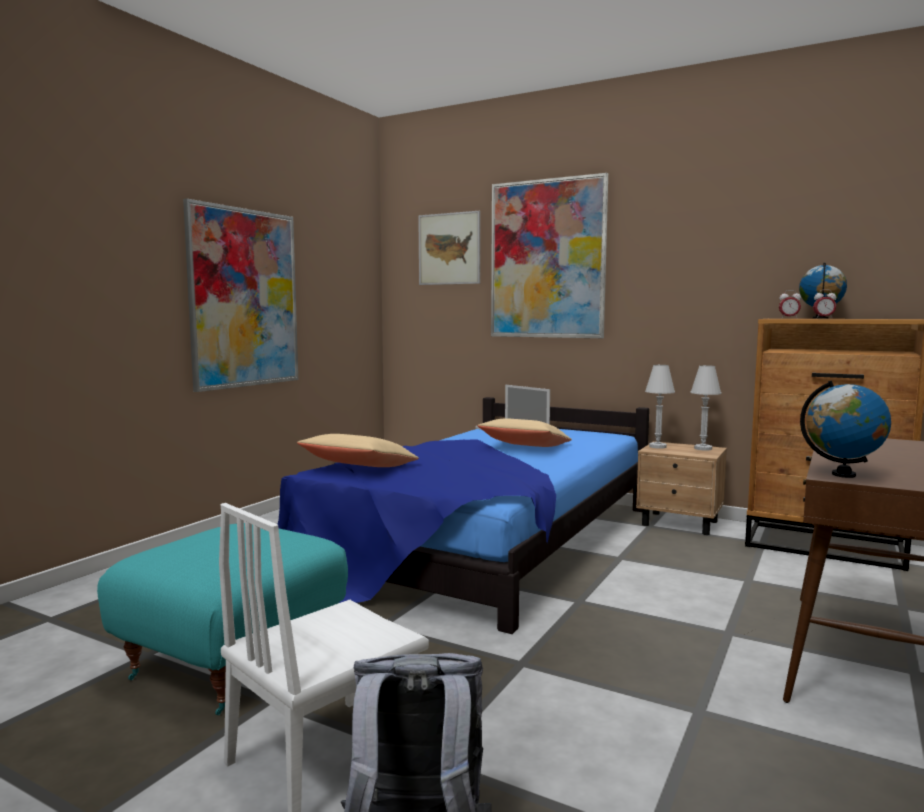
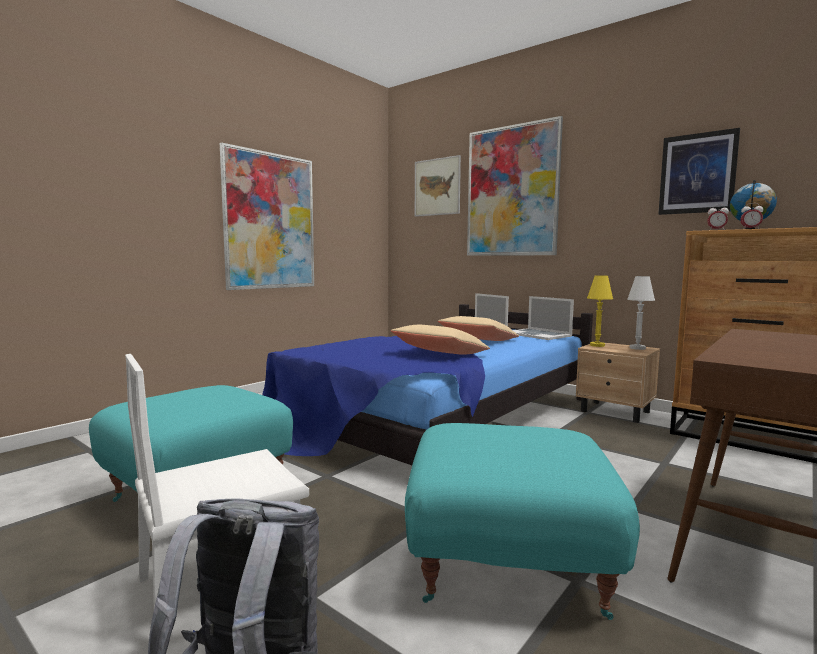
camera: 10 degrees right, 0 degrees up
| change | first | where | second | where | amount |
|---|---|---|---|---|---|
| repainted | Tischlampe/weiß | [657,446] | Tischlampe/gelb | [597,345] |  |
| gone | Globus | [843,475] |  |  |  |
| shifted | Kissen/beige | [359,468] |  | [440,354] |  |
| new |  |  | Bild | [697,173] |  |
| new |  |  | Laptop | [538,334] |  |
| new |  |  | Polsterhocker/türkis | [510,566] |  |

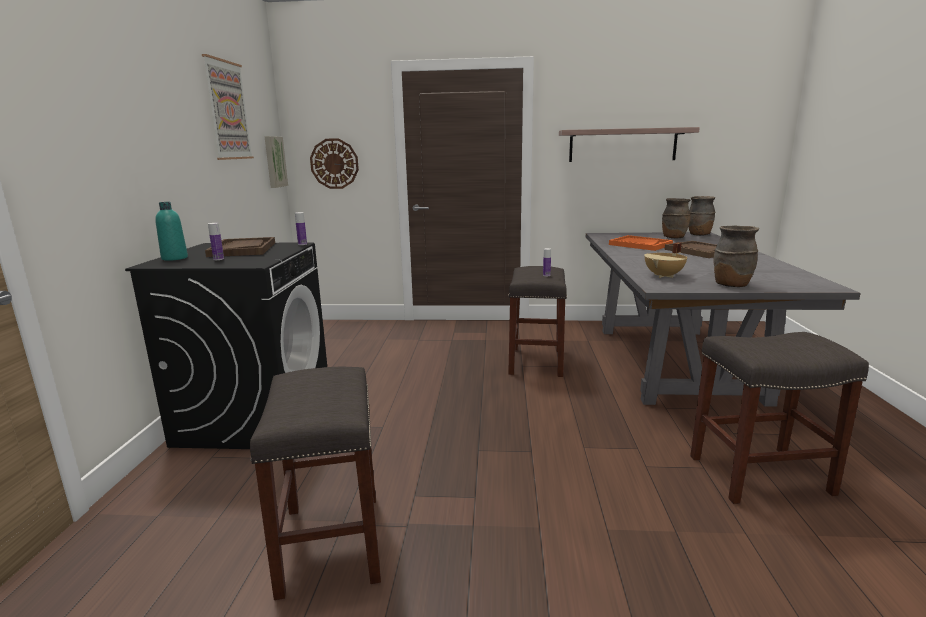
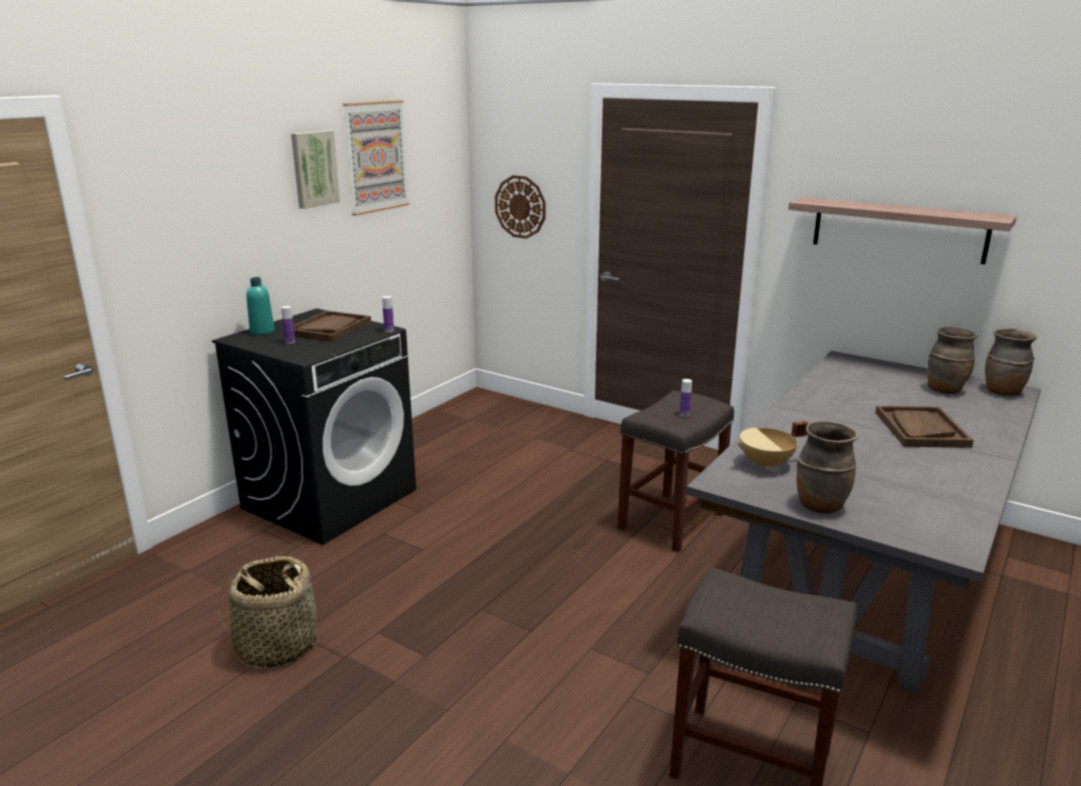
camera: 30 degrees right, 5 degrees up
| change | first | where | second | where | amount |
|---|---|---|---|---|---|
| shifted | Bild | [274,162] |  | [314,169] |  |
| gone | Tablett/orange | [640,245] |  |  |  |
| swapped | Hocker/grau | [330,542] | Korb | [276,645] |  |

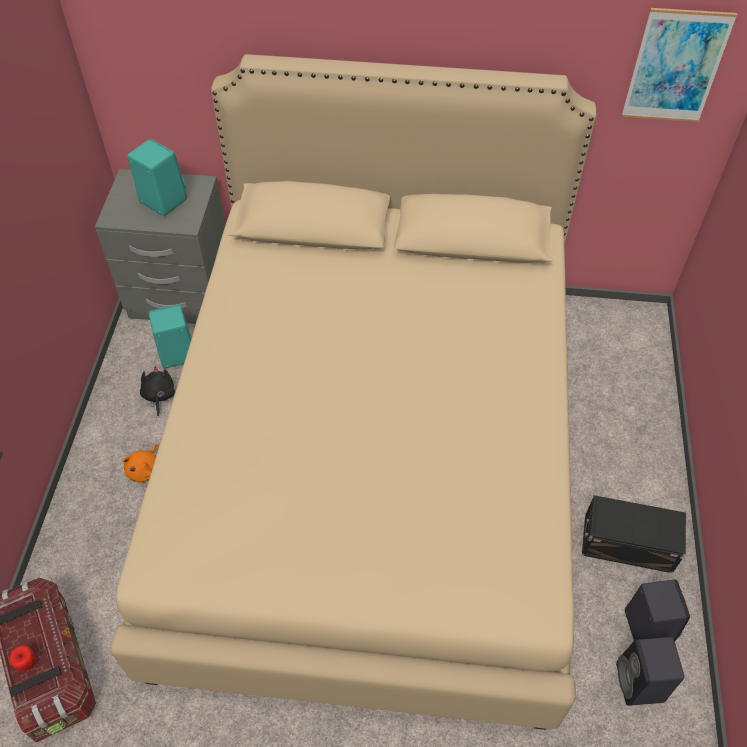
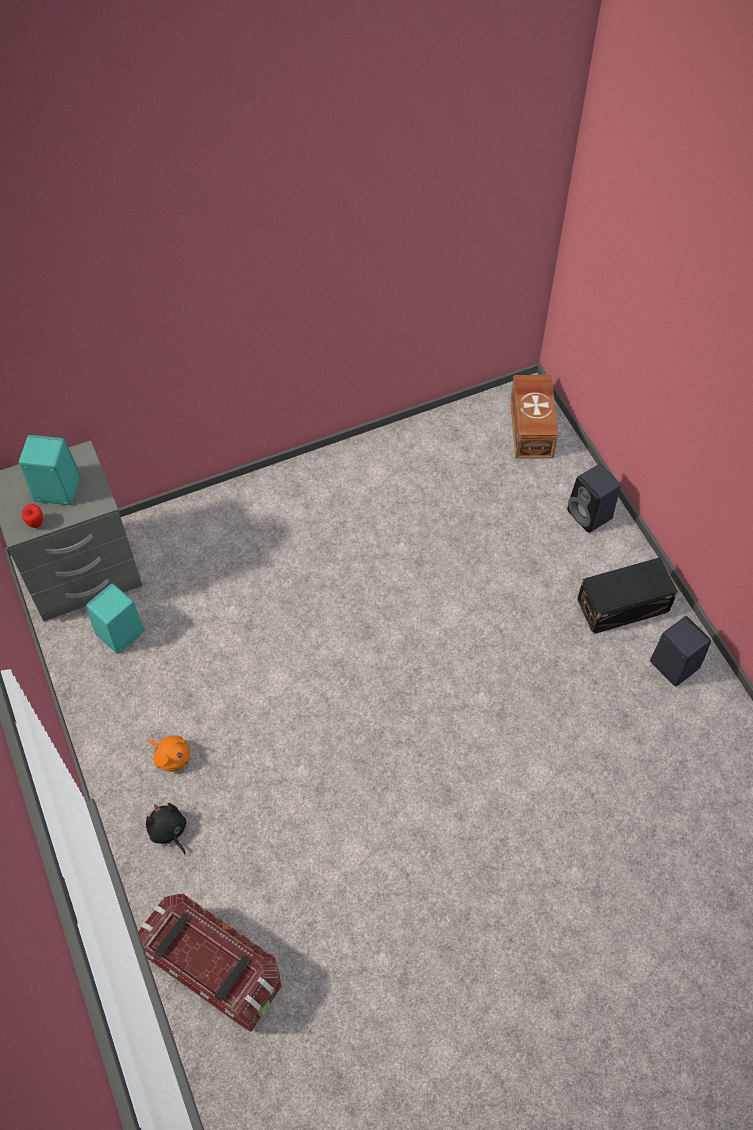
camera: 30 degrees left, 5 degrees up
| change | first | where | second | where | amount |
|---|---|---|---|---|---|
| gone | Bild | [675,66] |  |  |  |
| gone | Bett/beige | [373,464] |  |  |  |
| shifted | Plüschtier/schwarz | [159,396] |  | [168,831] |  |
| rotated | Plüschtier/orange | [146,469] |  | [171,756] | 45 degrees counterclockwise |
| shifted | Lautsprecher/schwarz | [640,684] |  | [590,515] |  |
| shifted | Apfel | [28,663] |  | [36,523] |  |
| new |  |  | Aufbewahrungsbox/braun | [532,427] |  |

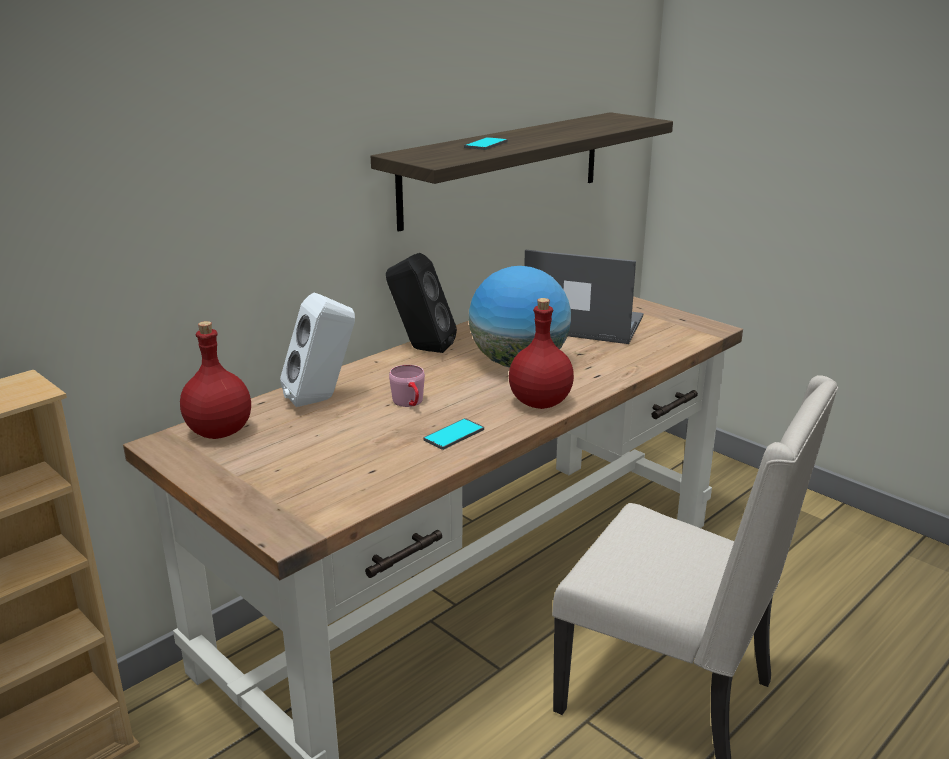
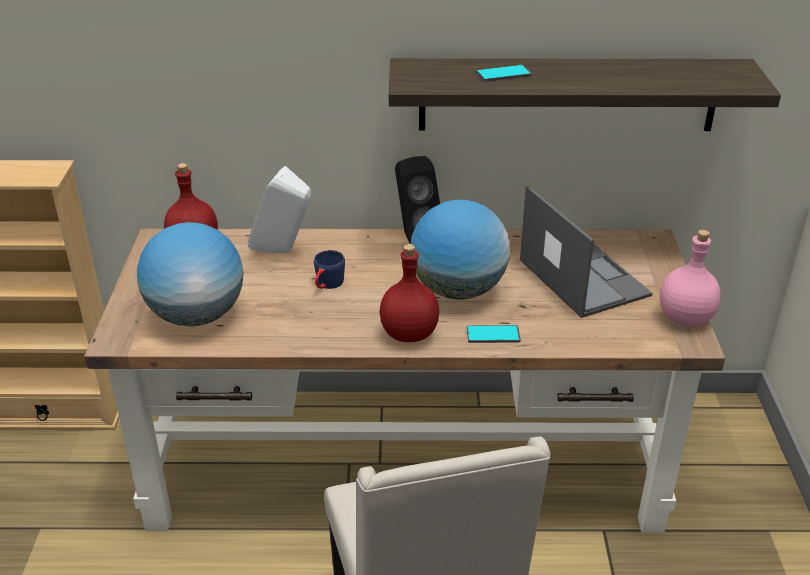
camera: 45 degrees right, 10 degrees up
| change | first | where | second | where | amount |
|---|---|---|---|---|---|
| repainted | Henkelbecher/rosa | [410,403] | Henkelbecher/blau | [327,285] |  |
| shifted | Handy | [454,434] |  | [493,334] |  |
| new |  |  | Globus | [197,316] |  |
| new |  |  | Flasche/rosa | [686,318] |  |

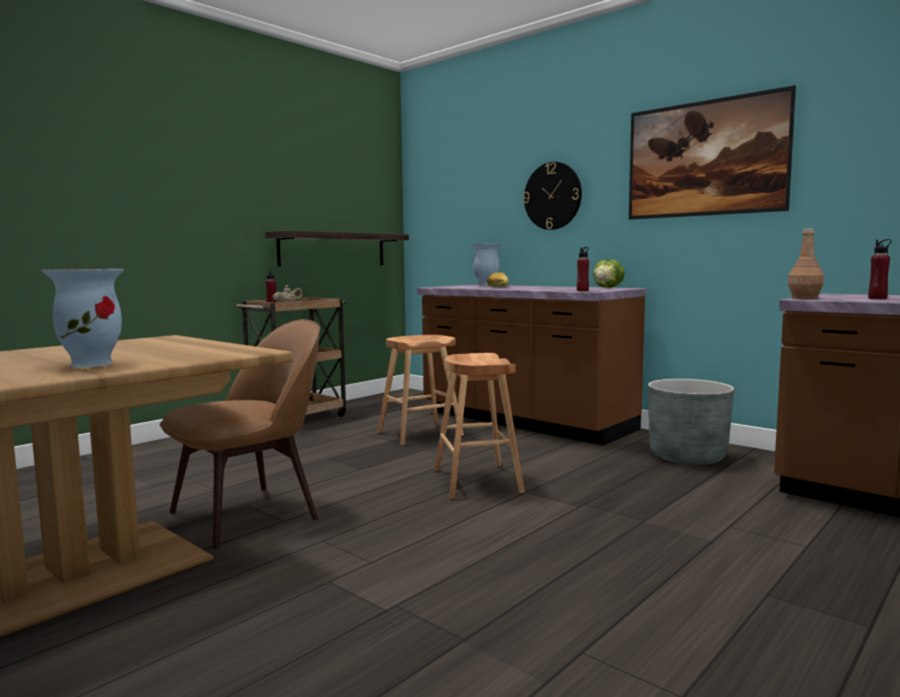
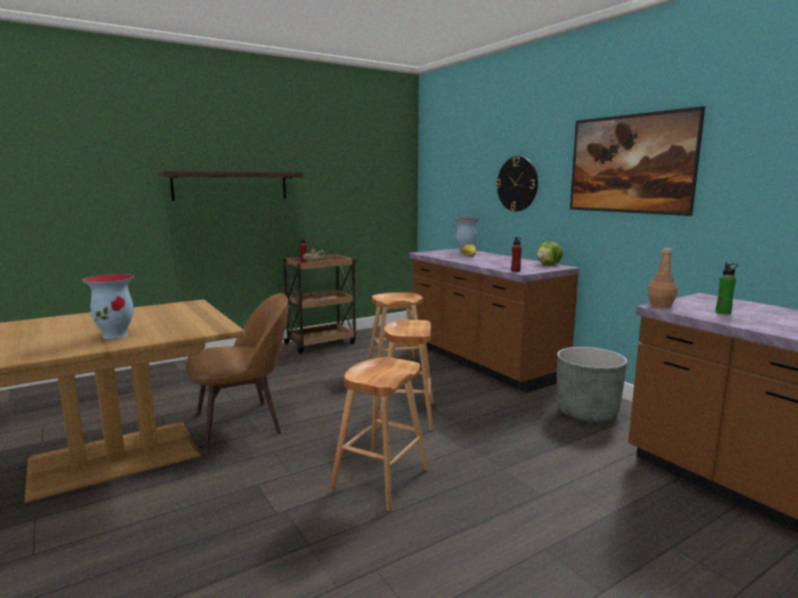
camera: 15 degrees right, 5 degrees up
| change | first | where | second | where | amount |
|---|---|---|---|---|---|
| shifted | Wandregal | [333,249] |  | [231,186] |  |
| repainted | Flasche/rot | [877,298] | Flasche/grün | [723,312] |  |
| new |  |  | Hocker/braun | [380,480] |  |

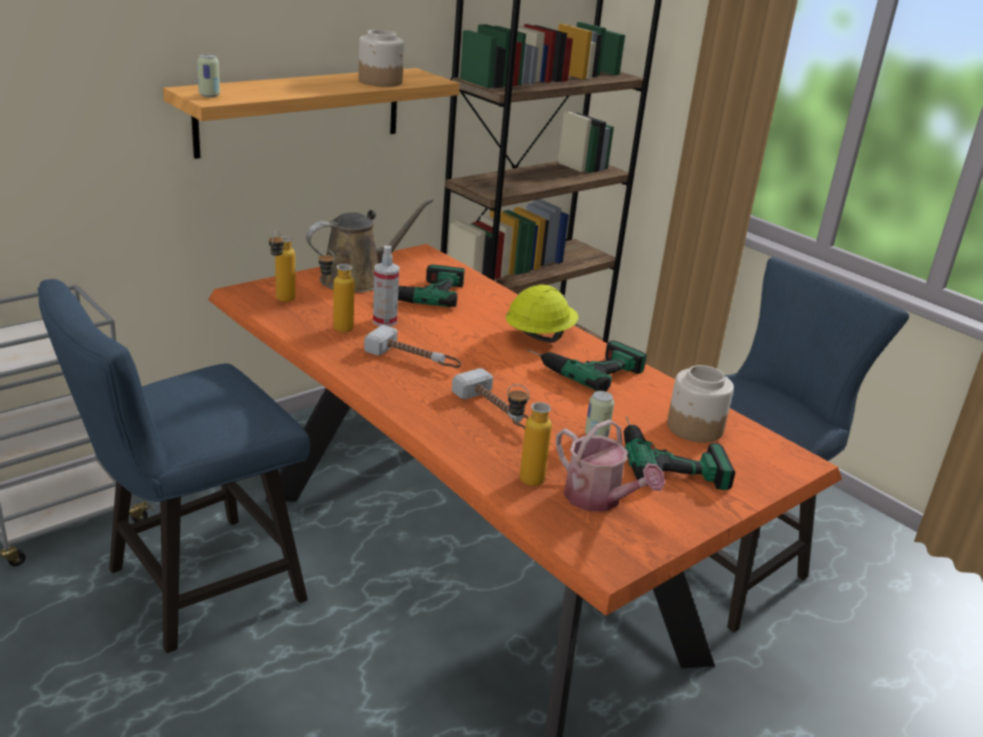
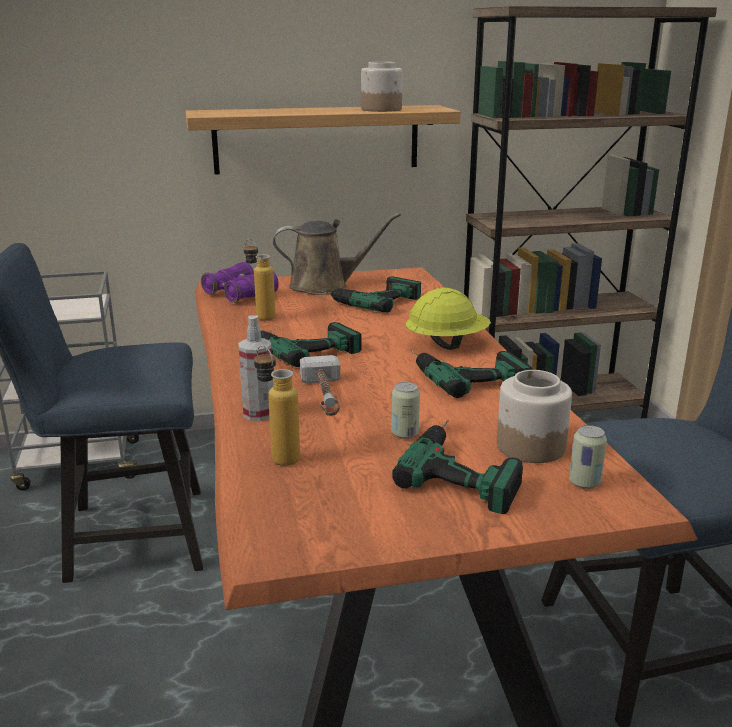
camera: 30 degrees right, 5 degrees down
| change | first | where | second | where | amount |
|---|---|---|---|---|---|
| shifted | Dose | [209,95] |  | [584,482] |  |
| swapped | Flasche | [282,301] | Fernglas/lila | [240,294] |  |
| shifted | Sprühflasche | [385,321] |  | [258,413] |  |
| swapped | Hammer | [414,359] | Bohrmaschine | [300,346] |  |
| gone | Gießkanne | [599,499] |  |  |  |

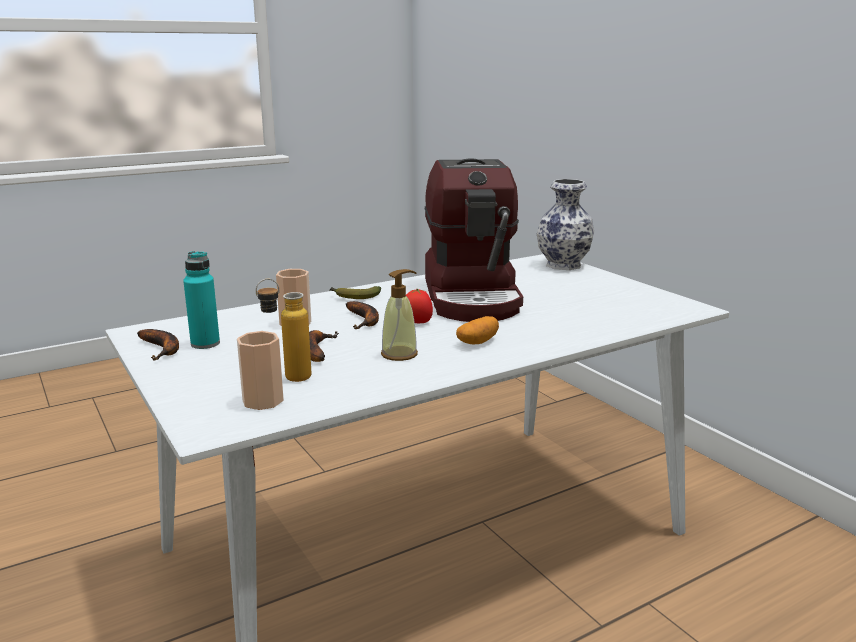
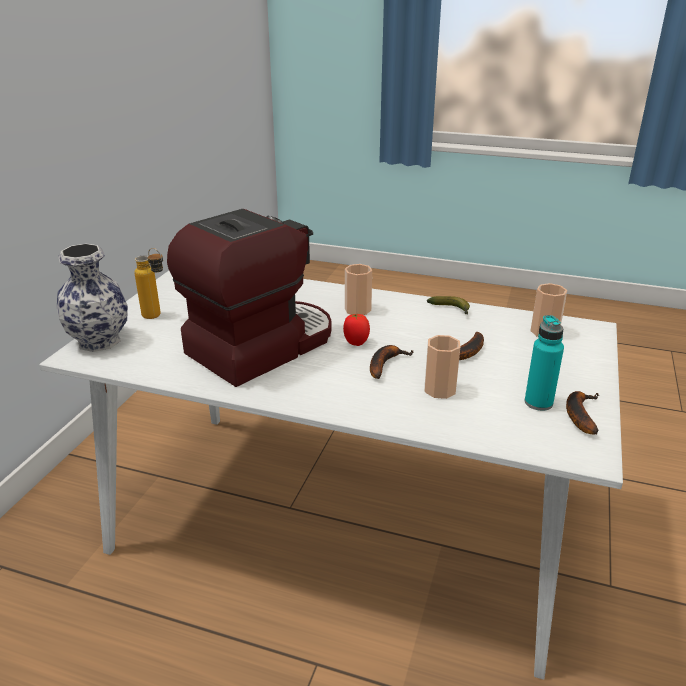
camera: 130 degrees left, 10 degrees up
| change | first | where | second | where | amount |
|---|---|---|---|---|---|
| gone | Seifenspender | [399,354] |  |  |  |
| shifted | Flasche | [287,379] |  | [157,317] |  |
| shifted | Banane | [354,297] |  | [451,310] |  |
| swapped | Kartoffel | [478,342] | Tasse | [357,310] |  |

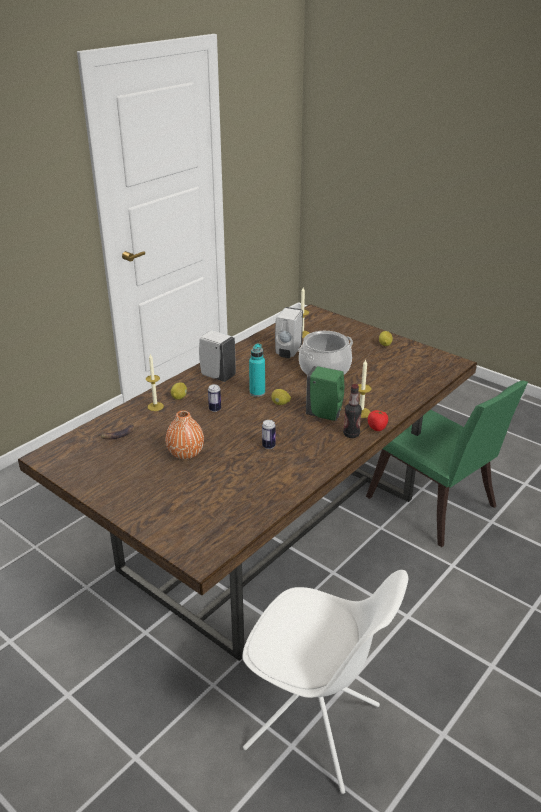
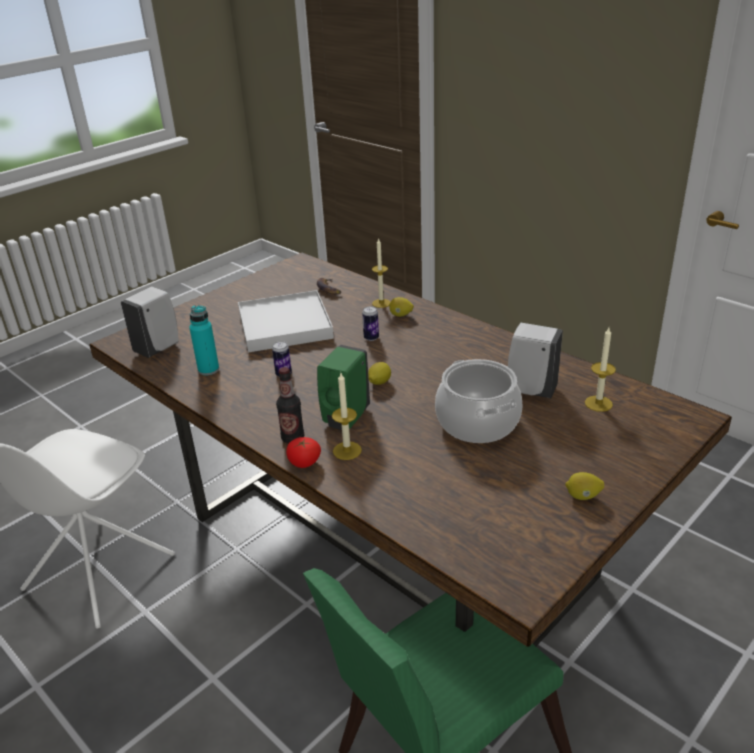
camera: 95 degrees right, 0 degrees up
| change | first | where | second | where | amount |
|---|---|---|---|---|---|
| shifted | Seifenspender/weiß | [217,376] |  | [158,348] |  |
| shifted | Flasche/türkis | [257,392] |  | [208,370] |  |
| swapped | Vase/orange | [186,453] | Tablett/weiß | [284,325] |  |

